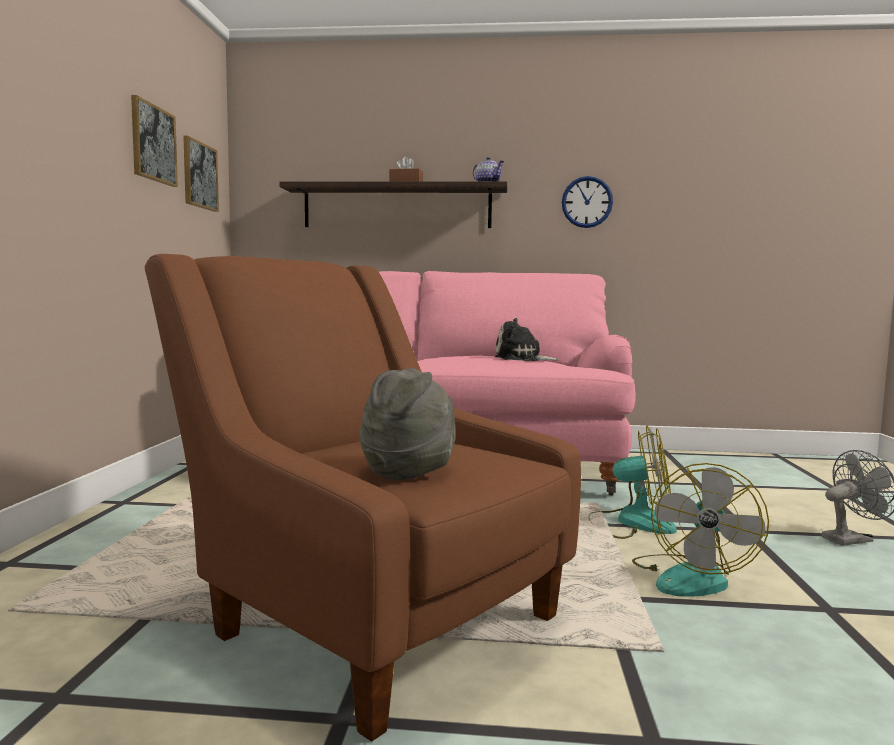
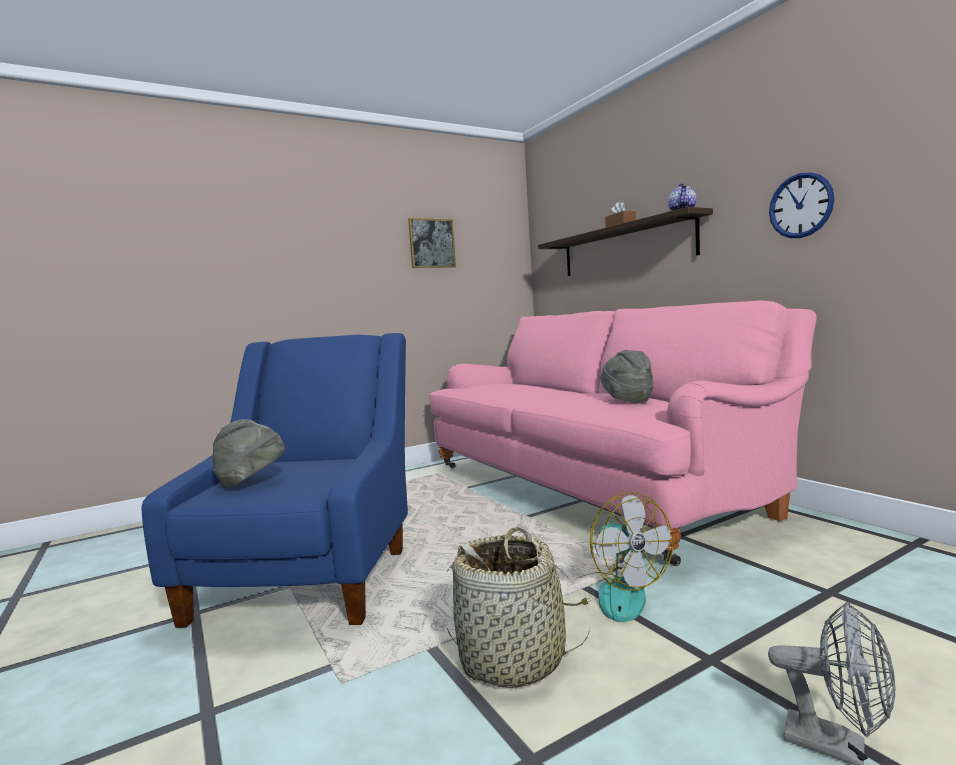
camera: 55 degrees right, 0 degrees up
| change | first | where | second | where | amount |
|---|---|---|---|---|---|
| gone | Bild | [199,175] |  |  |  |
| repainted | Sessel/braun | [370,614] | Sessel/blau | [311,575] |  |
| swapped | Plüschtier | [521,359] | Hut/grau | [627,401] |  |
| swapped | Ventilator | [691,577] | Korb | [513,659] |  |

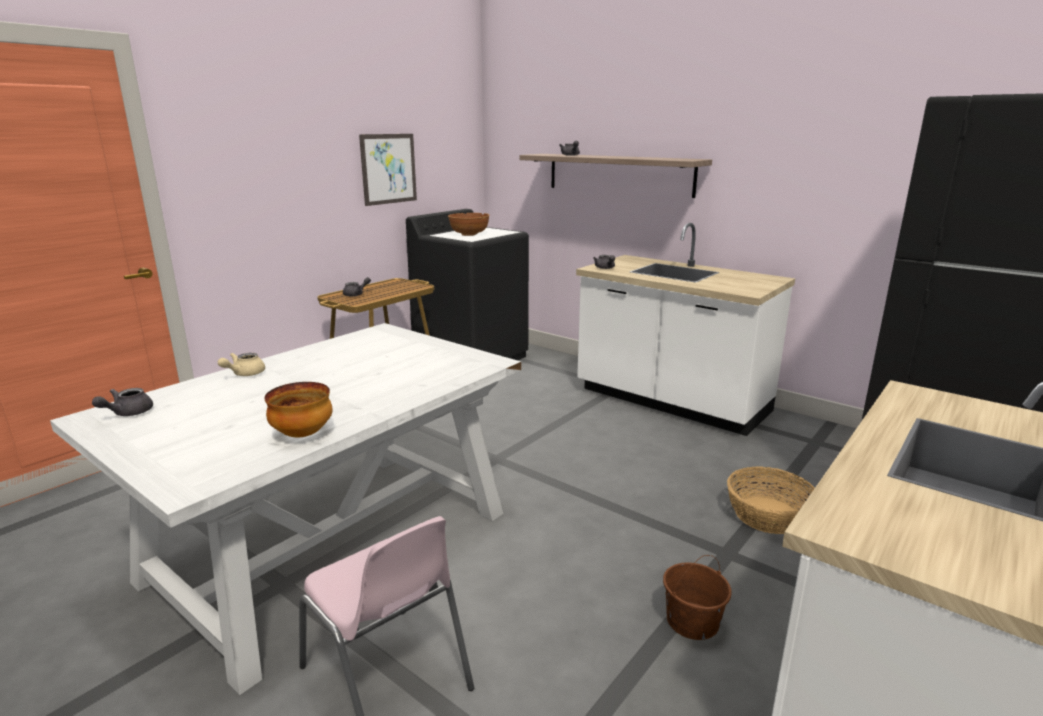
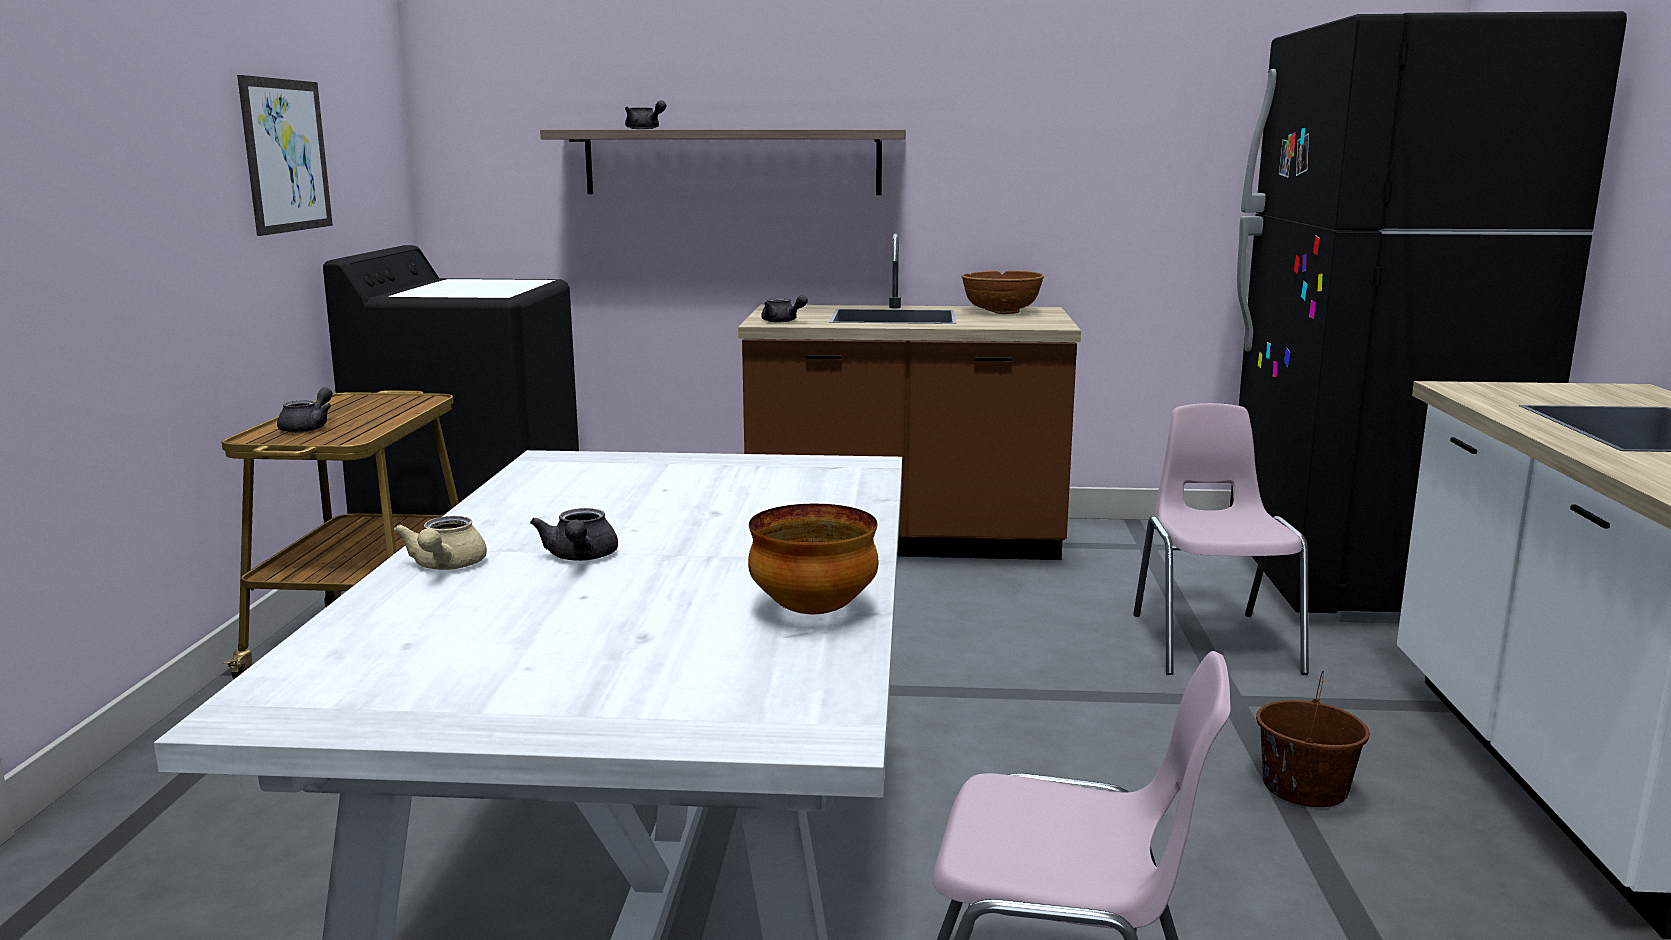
camera: 35 degrees left, 5 degrees down
| change | first | where | second | where | amount |
|---|---|---|---|---|---|
| shifted | Schüssel/braun | [469,234] |  | [1001,311] |  |
| repainted | Küchenzeile/weiß | [671,401] | Küchenzeile/braun | [905,541] |  |
| shifted | Teekanne/grau | [127,413] |  | [580,558] |  |
| swapped | Korb | [768,515] | Stuhl/rosa | [1213,642] |  |

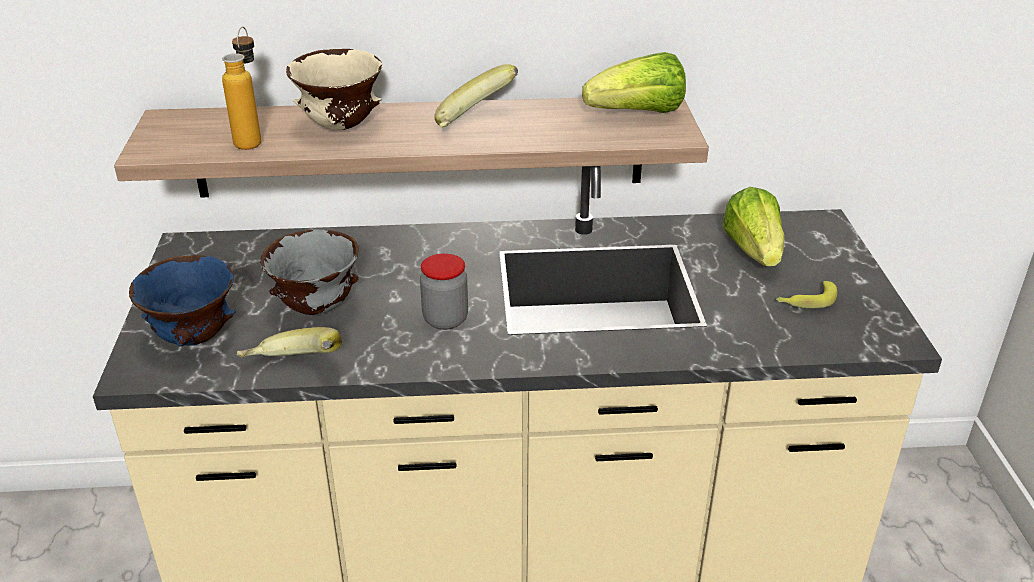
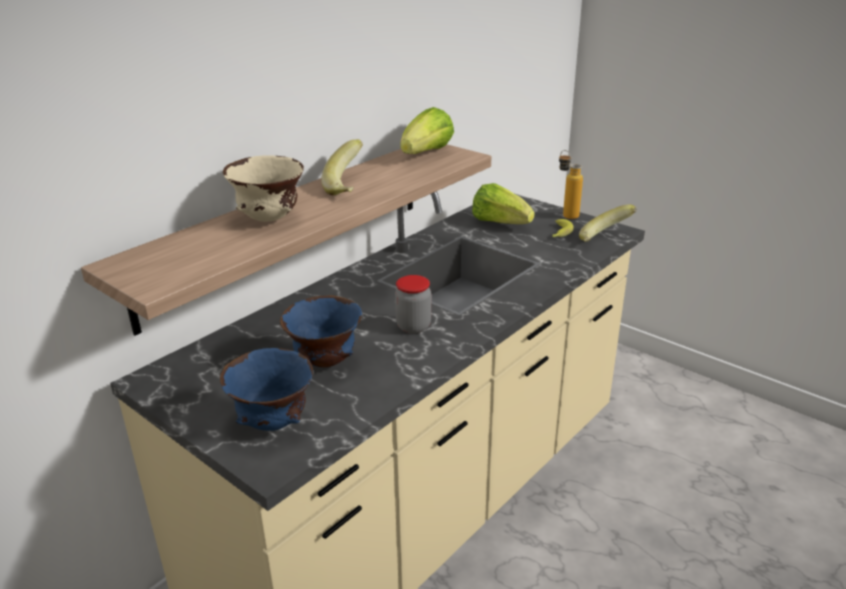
camera: 45 degrees left, 5 degrees down
| change | first | where | second | where | amount |
|---|---|---|---|---|---|
| shifted | Flasche | [252,139] |  | [566,214] |  |
| repainted | Schüssel/grau | [316,309] | Schüssel/blau | [325,362] |  |
| shifted | Banane | [292,370] |  | [604,240] |  |

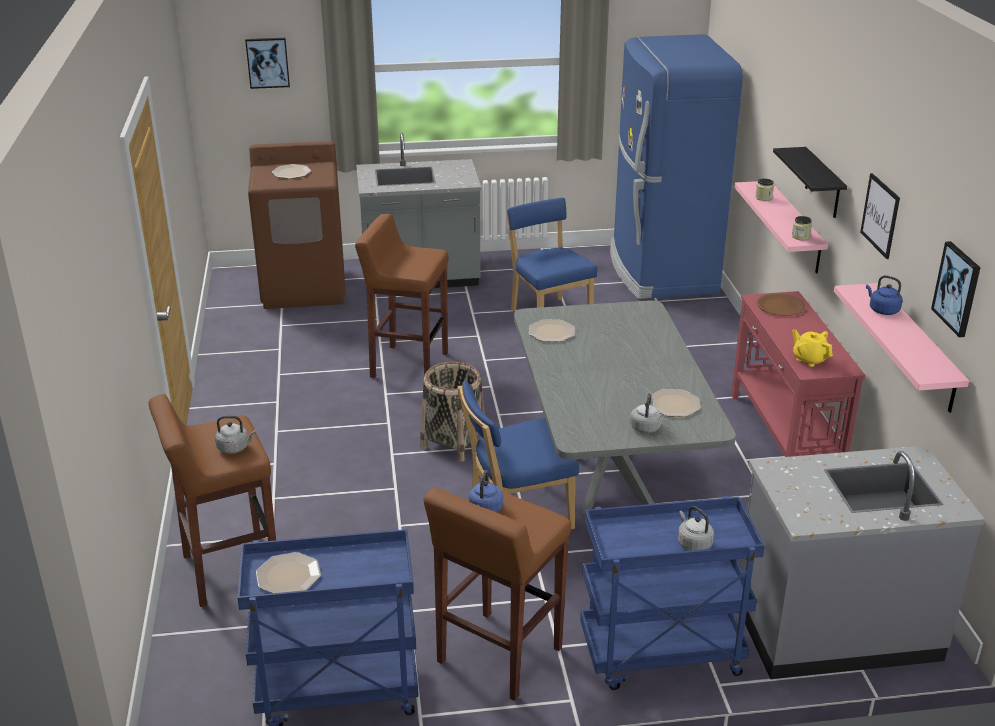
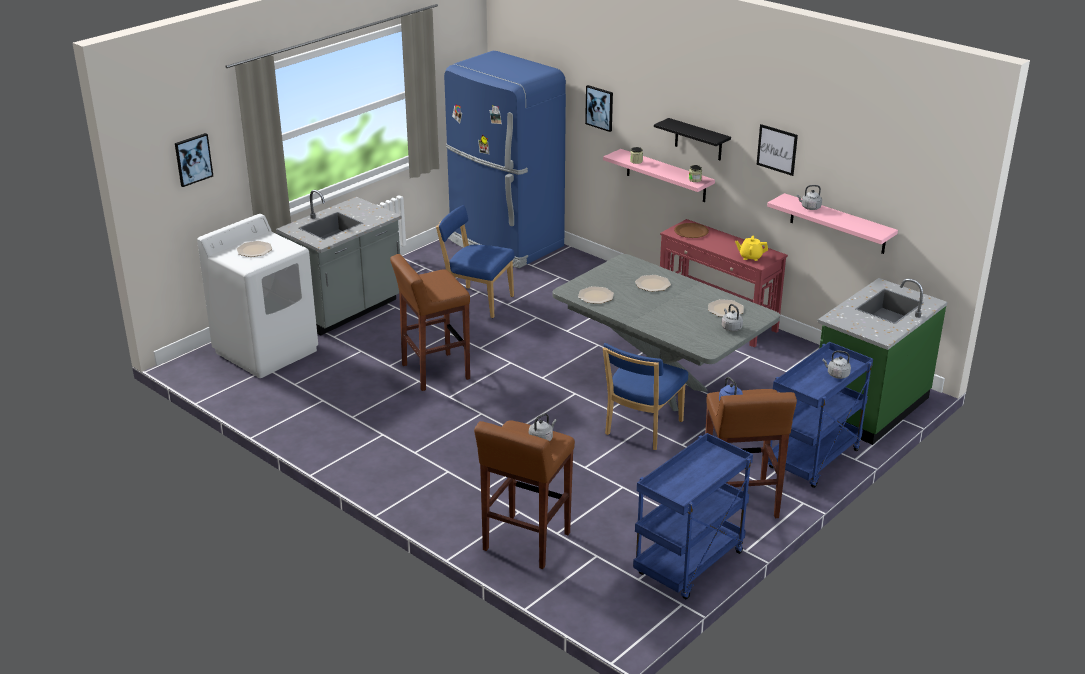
camera: 40 degrees left, 0 degrees up
| change | first | where | second | where | amount |
|---|---|---|---|---|---|
| repainted | Waschmaschine/braun | [304,288] | Waschmaschine/weiß | [266,351] |  |
| shifted | Bild | [957,288] |  | [600,108] |  |
| repainted | Wasserkessel/blau | [882,310] | Wasserkessel/grau | [809,207] |  |
| gone | Korb | [453,442] |  |  |  |
| repainted | Küchenzeile/grau | [835,629] | Küchenzeile/grün | [868,407] |  |
| shifted | Teller | [288,575] |  | [652,284] |  |

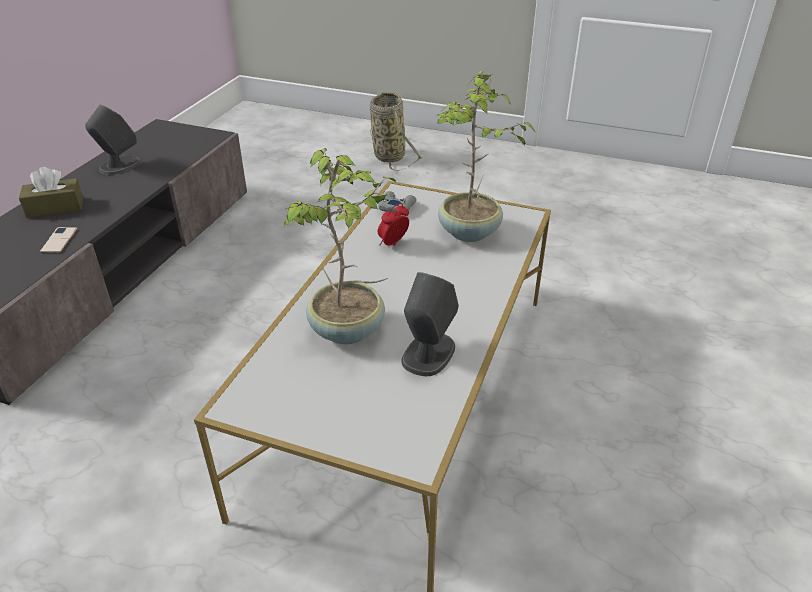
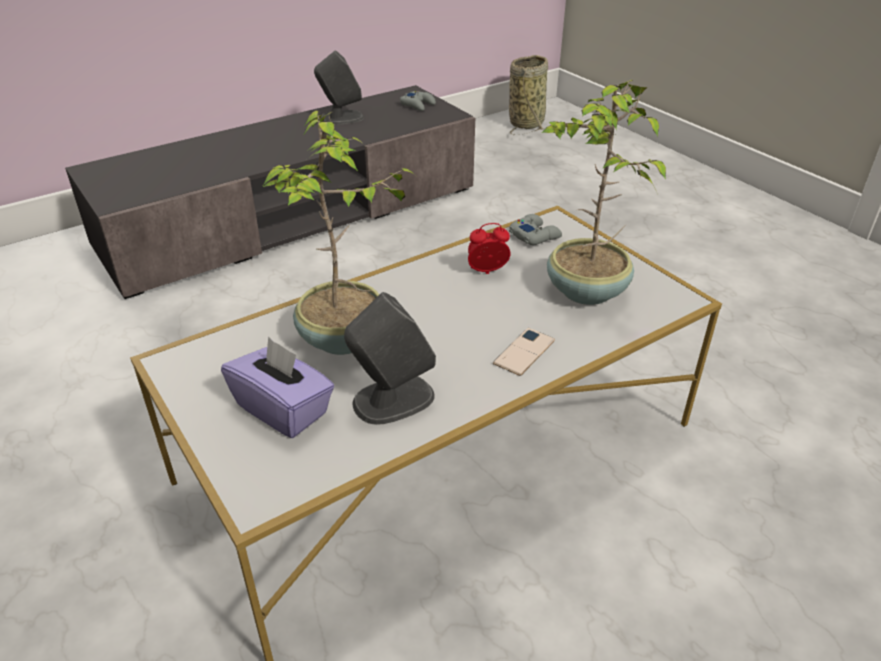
camera: 35 degrees right, 0 degrees up
| change | first | where | second | where | amount |
|---|---|---|---|---|---|
| shifted | Korb | [388,155] |  | [527,122] |  |
| gone | Taschentuchbox/braun | [55,207] |  |  |  |
| shifted | Handy | [59,240] |  | [524,352] |  |
| new |  |  | Gamepad/grau | [418,105] |  |
| new |  |  | Taschentuchbox/lila | [283,409] |  |

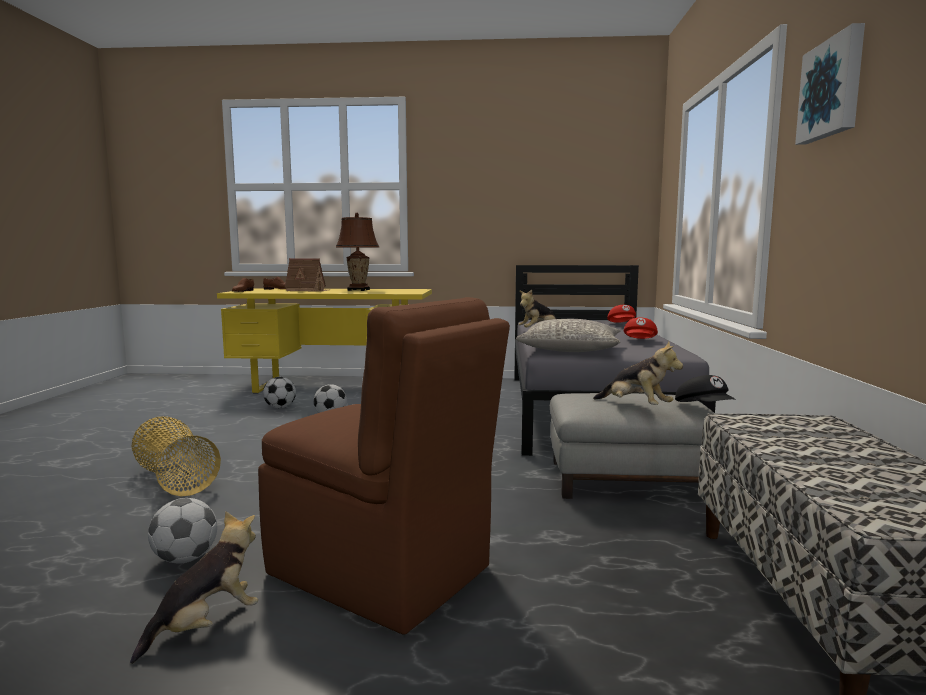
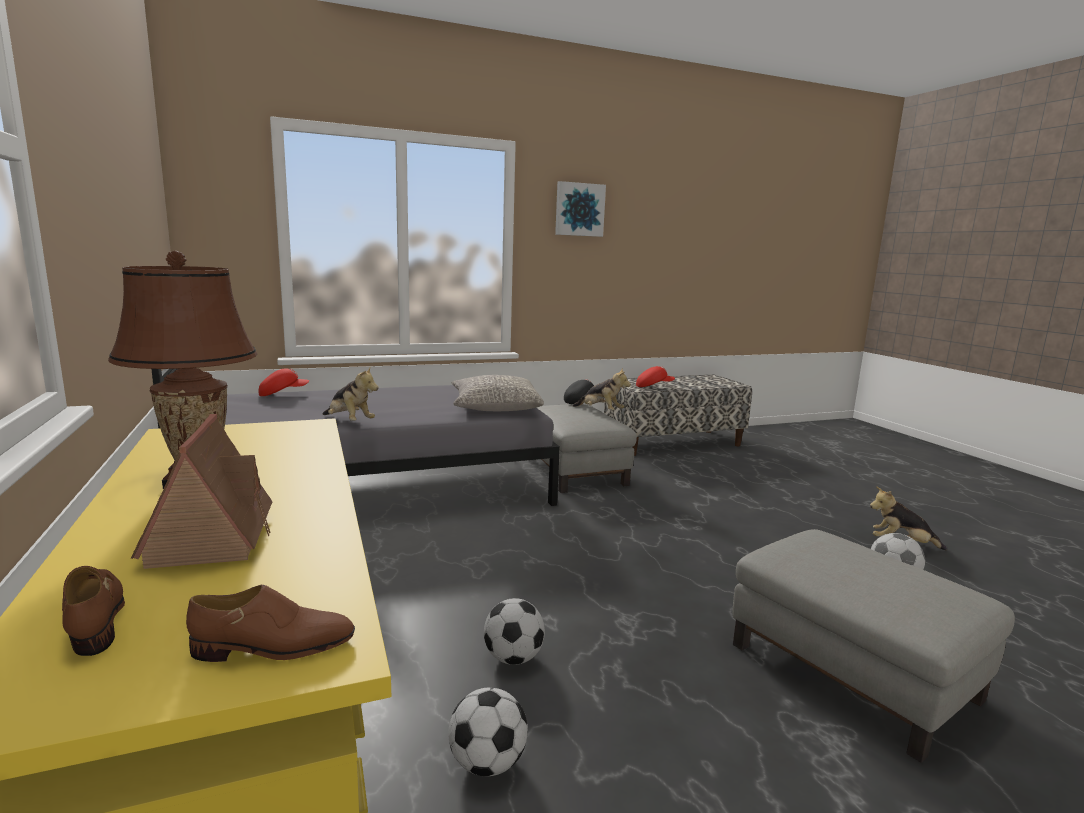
camera: 115 degrees left, 5 degrees up
| change | first | where | second | where | amount |
|---|---|---|---|---|---|
| gone | Stuhl/braun | [383,572] |  |  |  |
| shifted | Kappe/rot | [640,341] |  | [653,386] |  |
| rotated | Plüschtier | [636,407] |  | [600,411] | 105 degrees clockwise |
| swapped | Korb | [174,479] | Polsterhocker/grau | [850,671] |  |

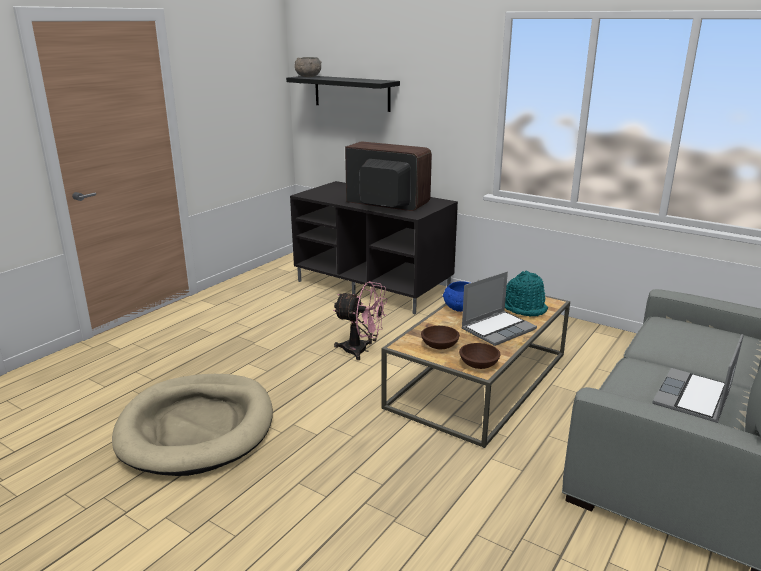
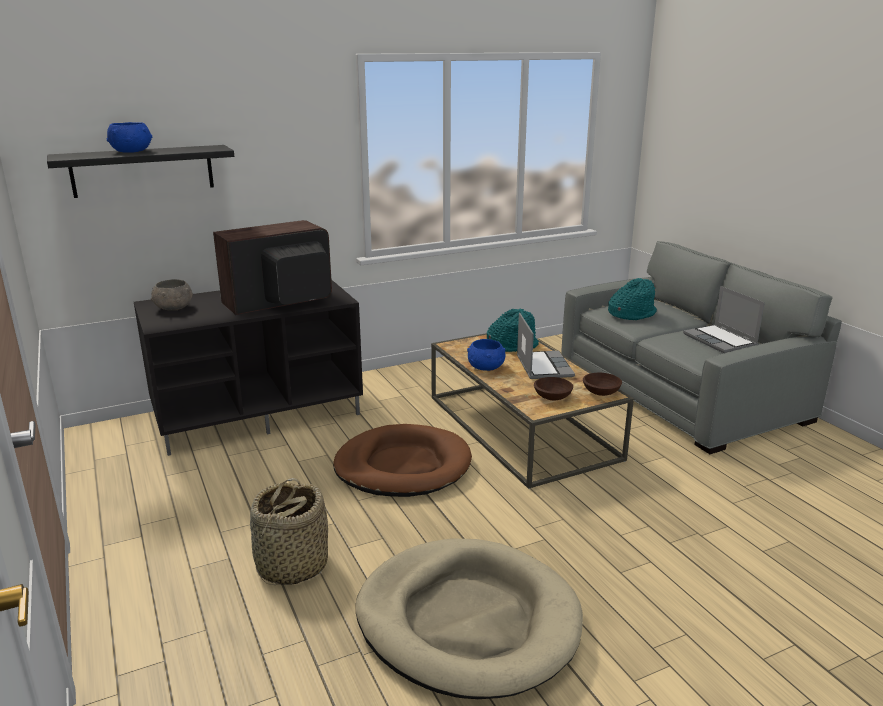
camera: 60 degrees left, 0 degrees up
| change | first | where | second | where | amount |
|---|---|---|---|---|---|
| shifted | Schüssel/grau | [308,76] |  | [173,308] |  |
| swapped | Ventilator/rosa | [361,350] | Hundebett/braun | [403,466] |  |
| new |  |  | Schüssel/blau | [132,151] |  |
| new |  |  | Hut/türkis | [631,314] |  |
| new |  |  | Korb | [291,566] |  |

